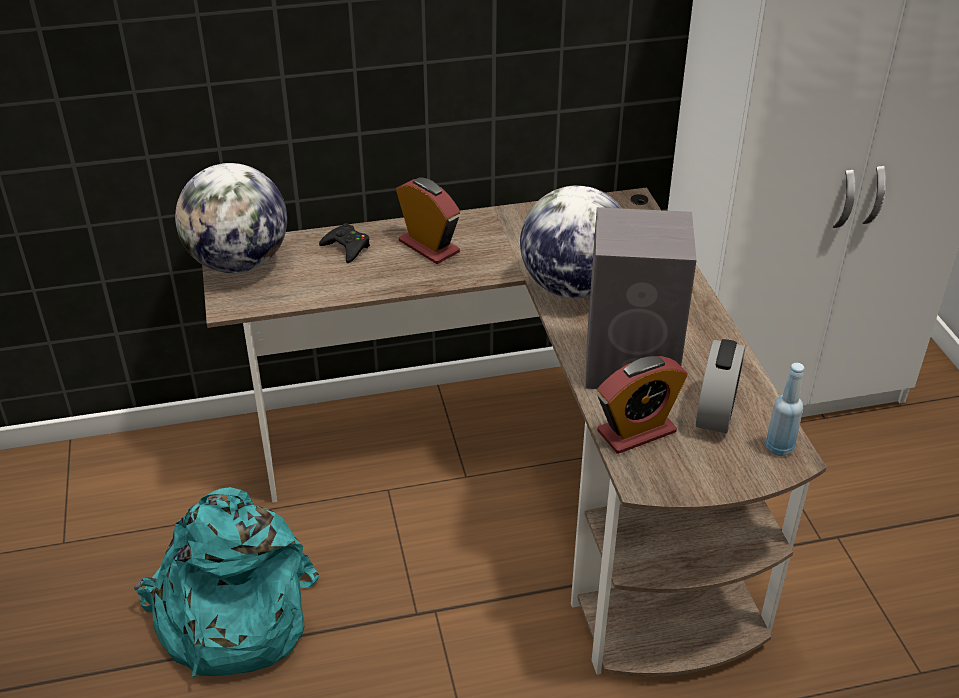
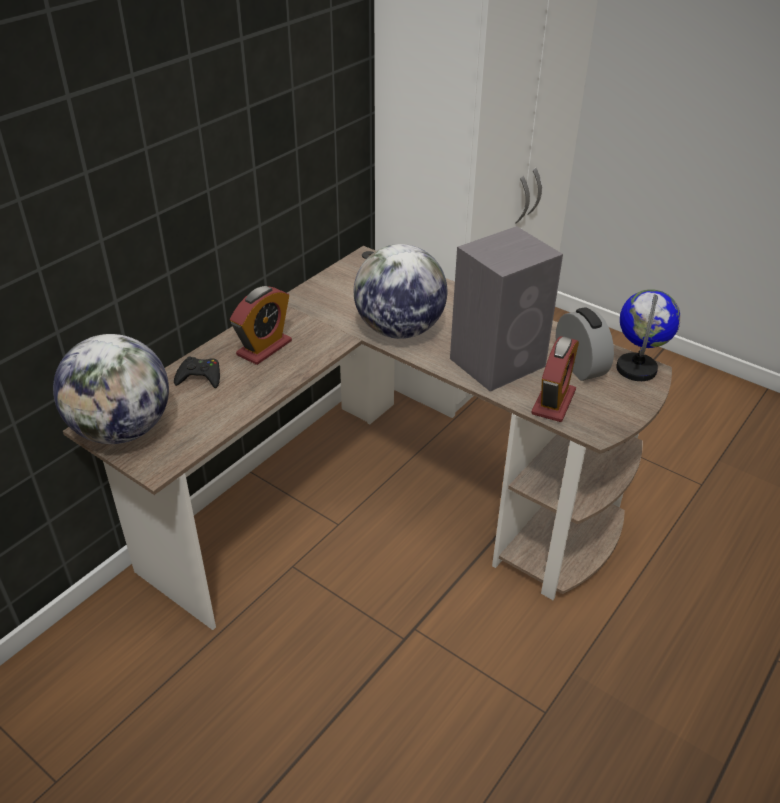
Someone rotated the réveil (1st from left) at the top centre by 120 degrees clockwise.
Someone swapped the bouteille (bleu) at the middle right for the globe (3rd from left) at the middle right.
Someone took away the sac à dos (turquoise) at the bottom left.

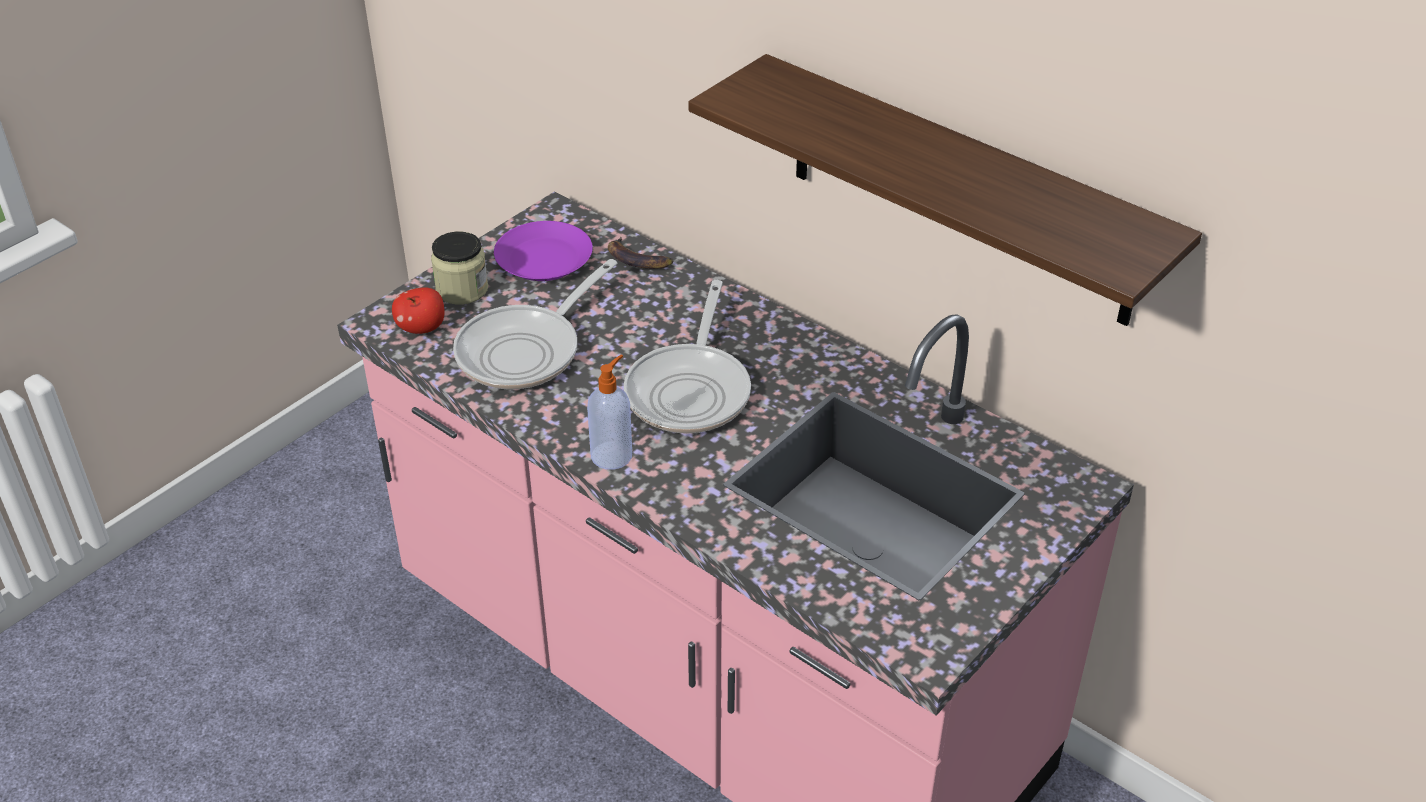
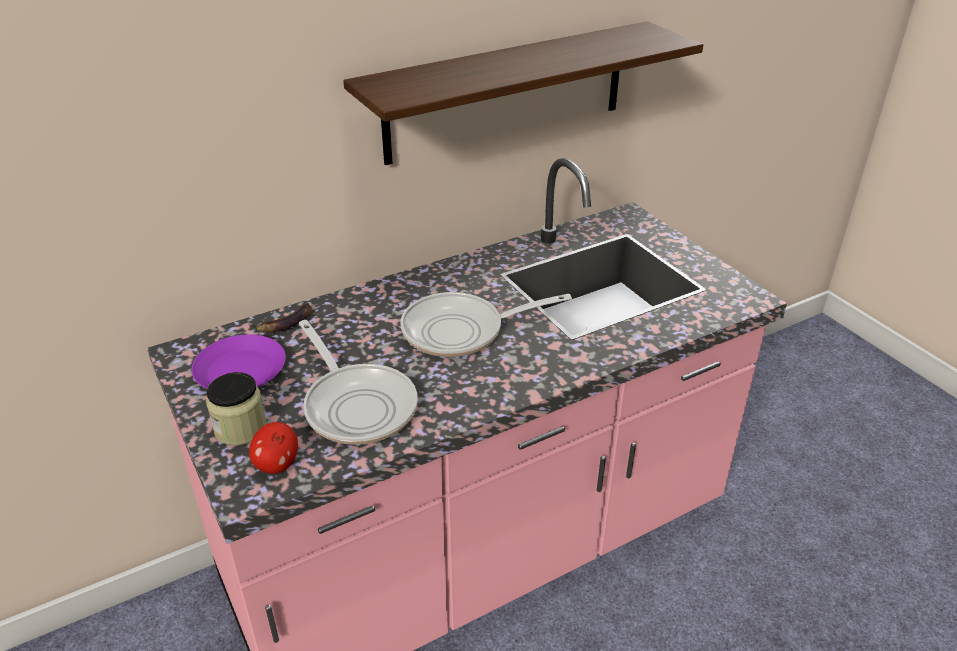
Someone rotated the poêle (2nd from left) at the centre by 135 degrees clockwise.
Someone took away the distributeur de savon at the centre.

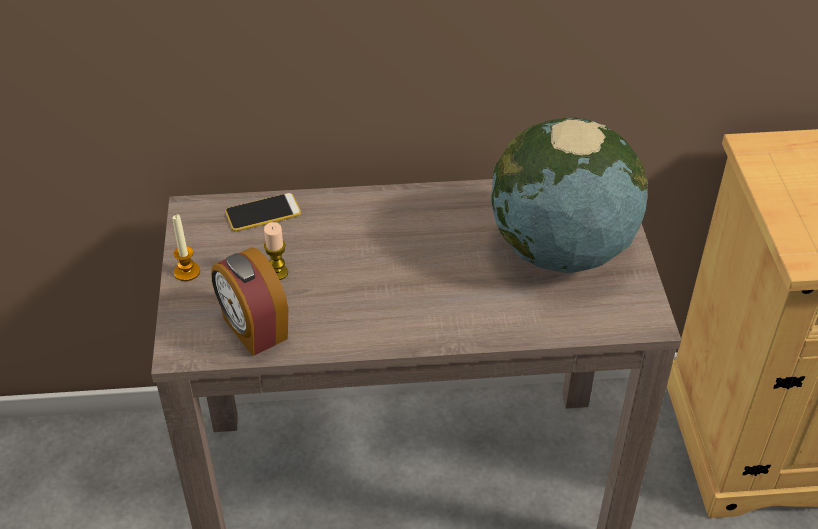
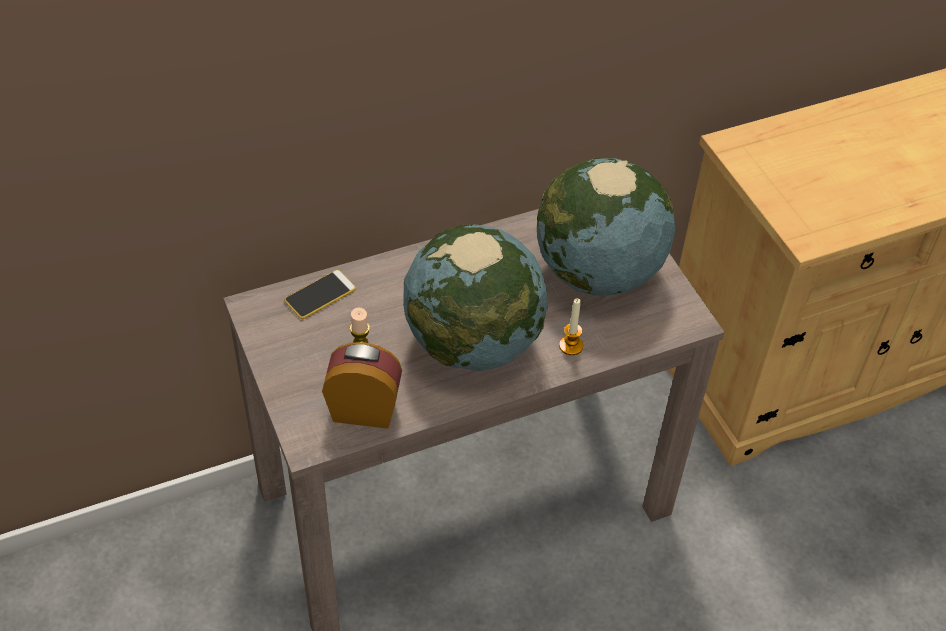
Someone carried the bougie (1st from left in the first image) from the middle left to the centre.
Someone rotated the réveil at the middle left by 150 degrees clockwise.
Someone put down the globe (1st from left) at the centre.

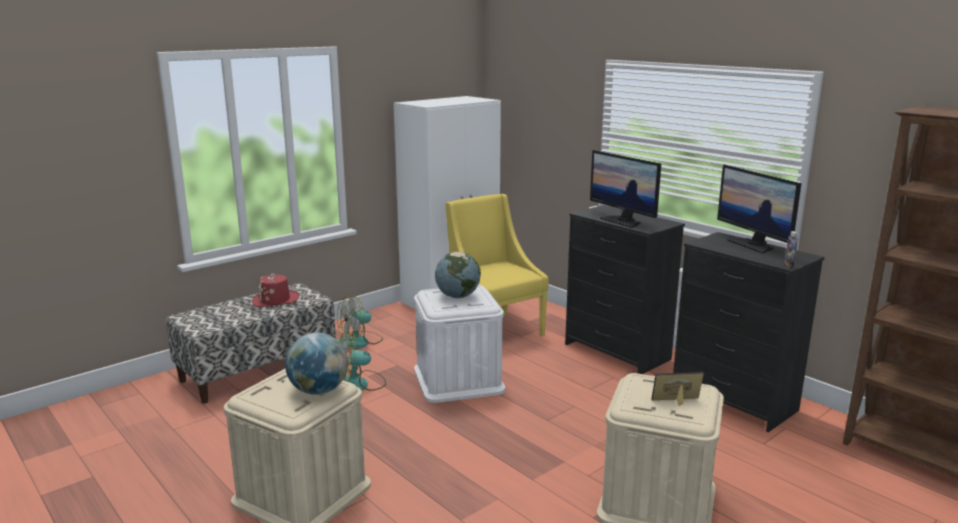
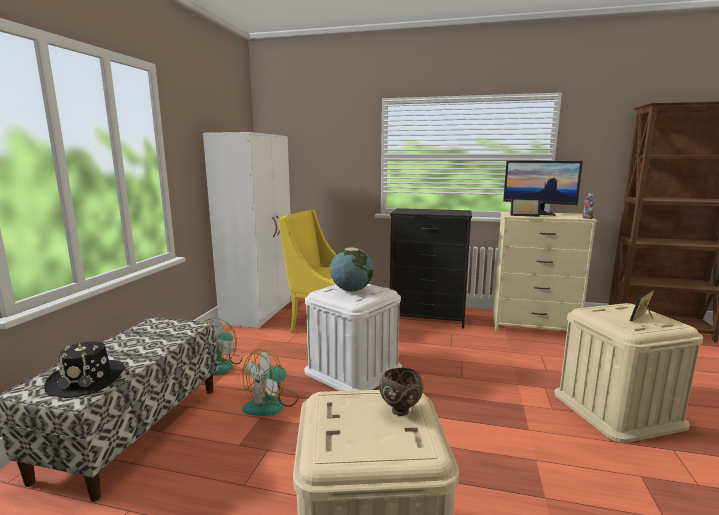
Someone took away the écran d'ordinateur (1st from left) at the centre.
Someone repainted the commode (noir) (2nd from left) at the middle right, which became the commode (beige) at the middle right.
Someone took away the chapeau (rouge) at the middle left.
Someone swapped the globe (1st from left) at the bottom left for the bol (marron) at the bottom centre.
Someone put down the cadre photo (1st from left) at the middle right.
Someone put down the chapeau (noir) at the bottom left.

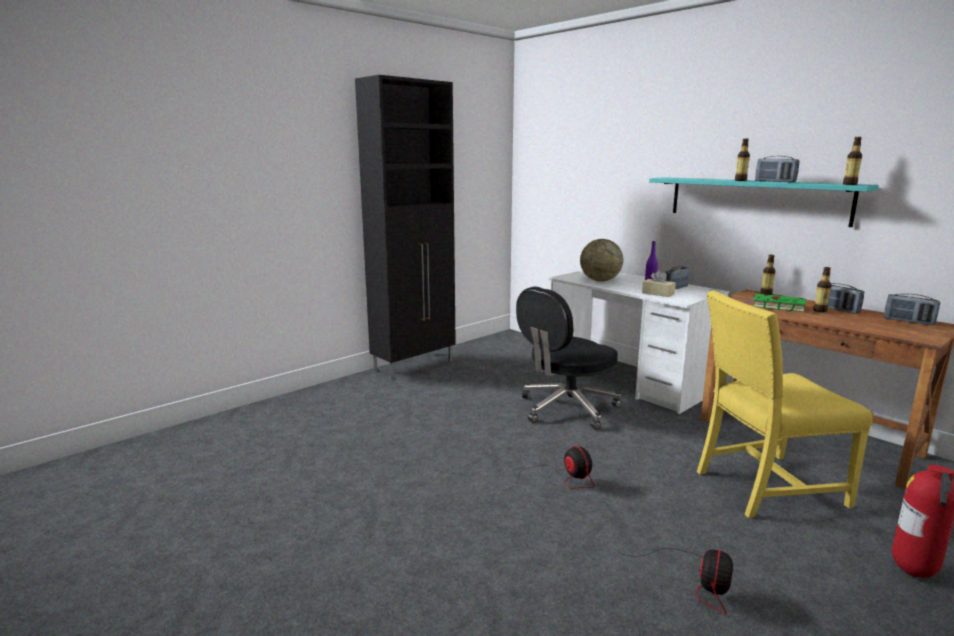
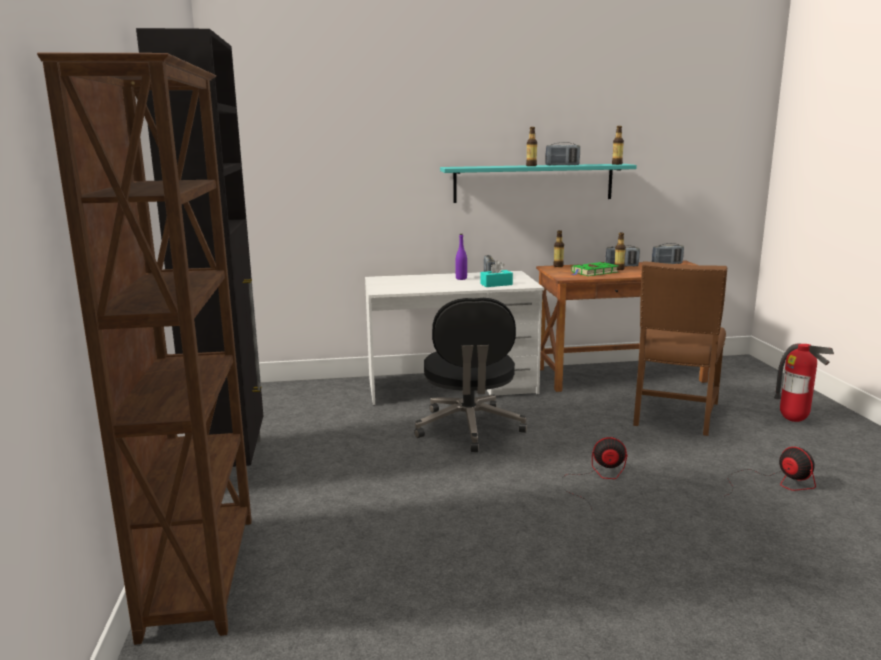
Someone took away the globe at the centre.
Someone repainted the boîte à mouchoirs (beige) at the middle right, which became the boîte à mouchoirs (turquoise) at the centre.
Someone repainted the chaise (jaune) at the middle right, which became the chaise (marron) at the middle right.
Someone put down the bibliothèque (marron) at the middle left.

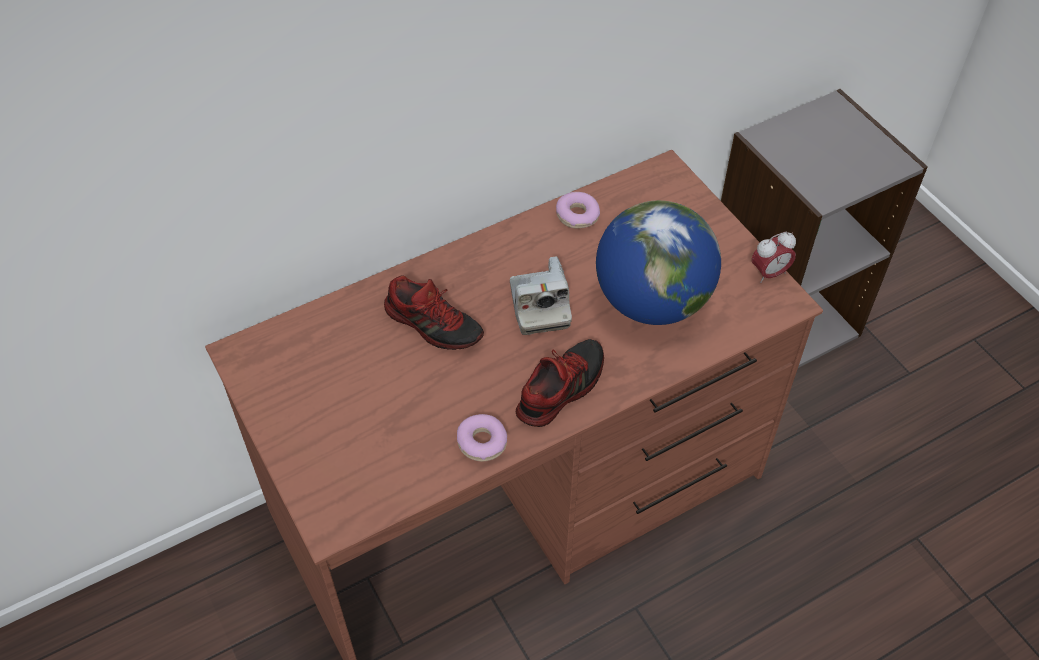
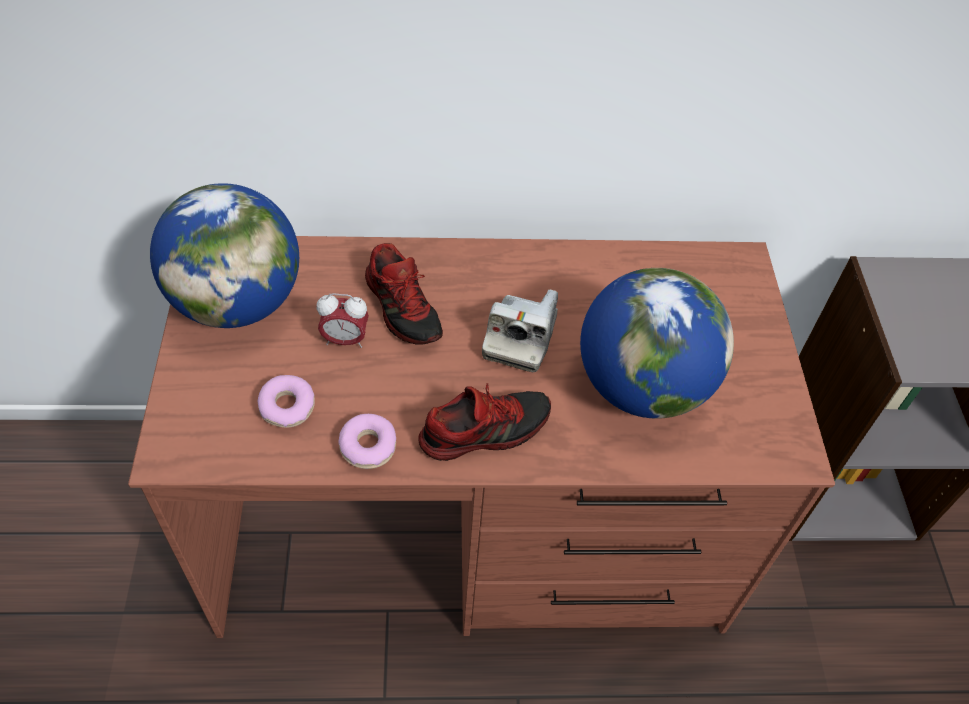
Someone carried the beignet (2nd from left in the first image) from the top centre to the middle left.
Someone carried the réveil from the middle right to the centre.
Someone put down the globe (1st from left) at the middle left.

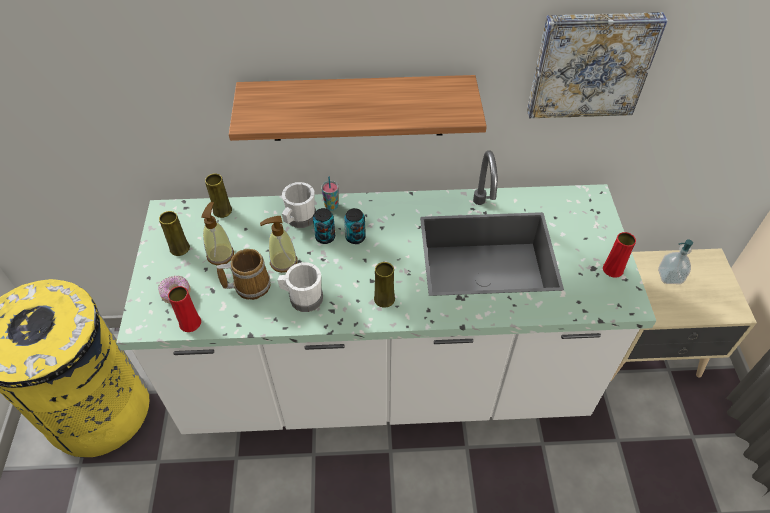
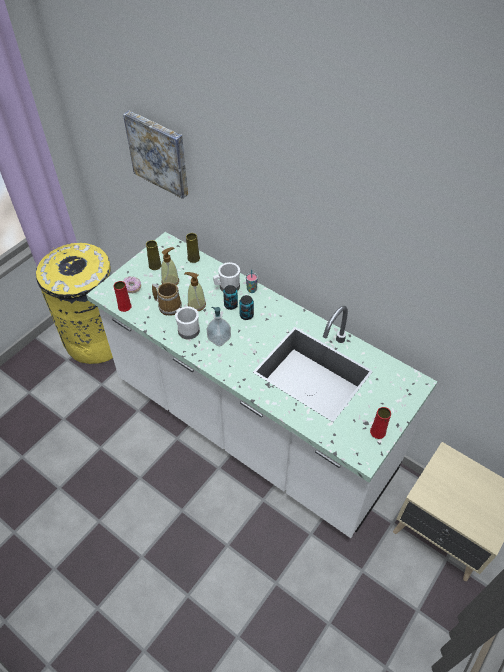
Someone carried the tableau from the top right to the top left.
Someone took away the étagère at the top centre.
Someone carried the distributeur de savon (3rd from left) from the middle right to the centre.
Someone took away the vase (jaune) (3rd from left) at the centre.

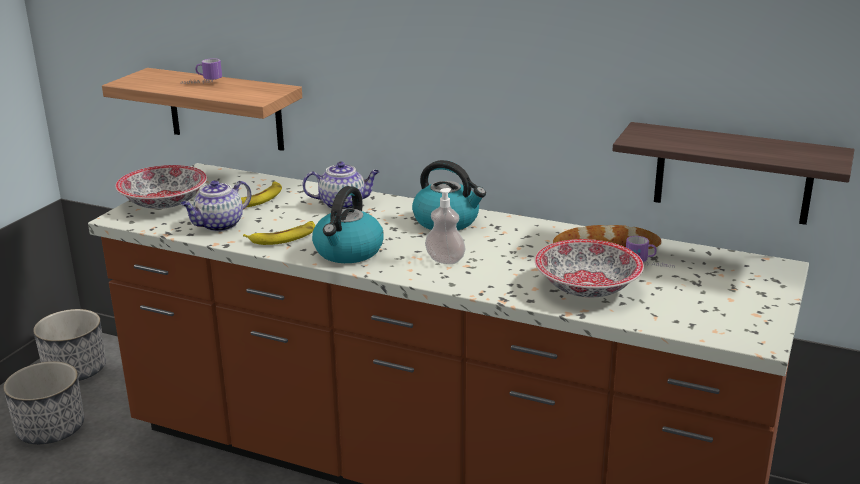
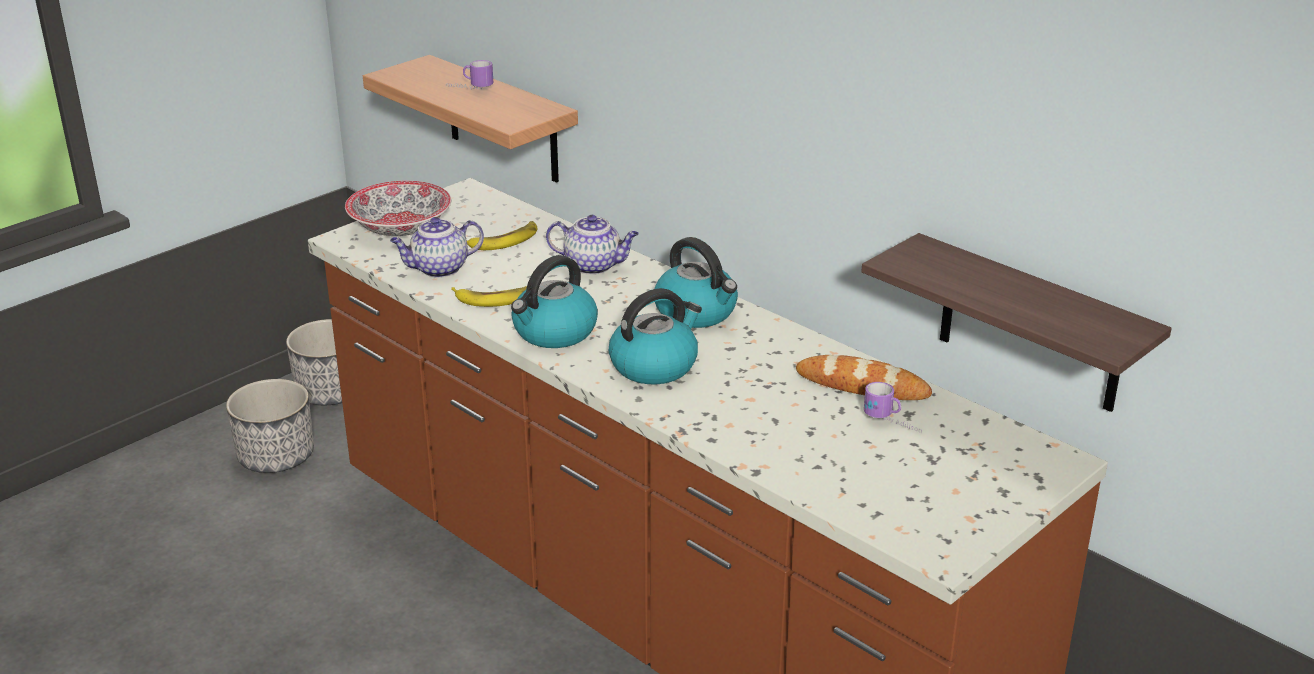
Someone swapped the distributeur de savon at the centre for the bouilloire (2nd from left) at the centre.
Someone took away the bol (2nd from left) at the middle right.

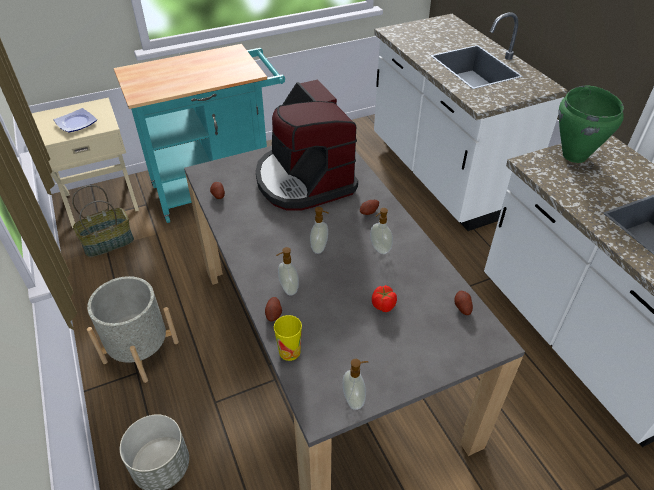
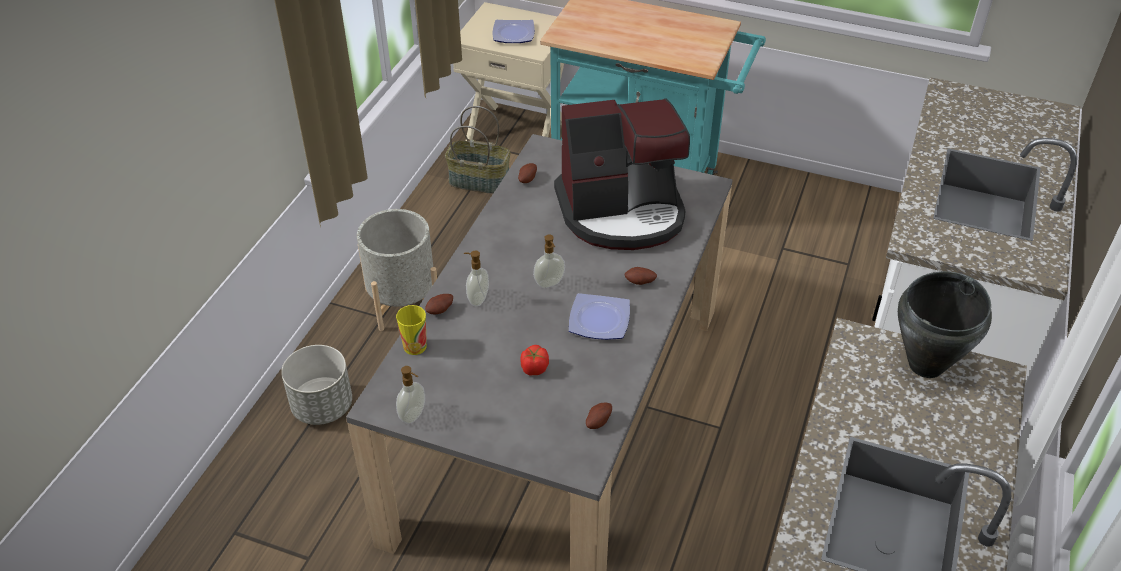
Someone rotated the machine à café at the top centre by 120 degrees counterclockwise.
Someone repainted the marmite (vert) at the top right, which became the marmite (noir) at the middle right.
Someone swapped the distributeur de savon (4th from left) at the centre for the assiette (2nd from left) at the centre.

